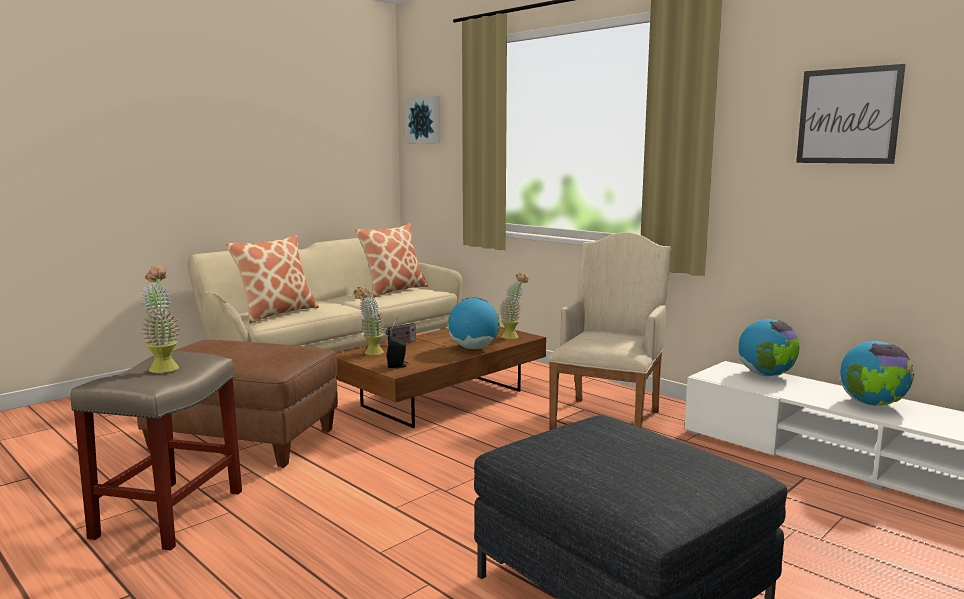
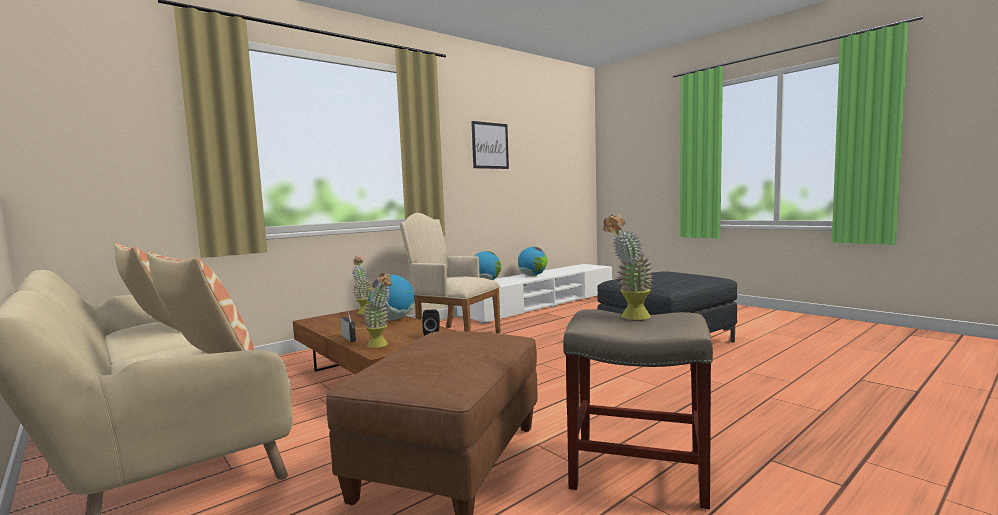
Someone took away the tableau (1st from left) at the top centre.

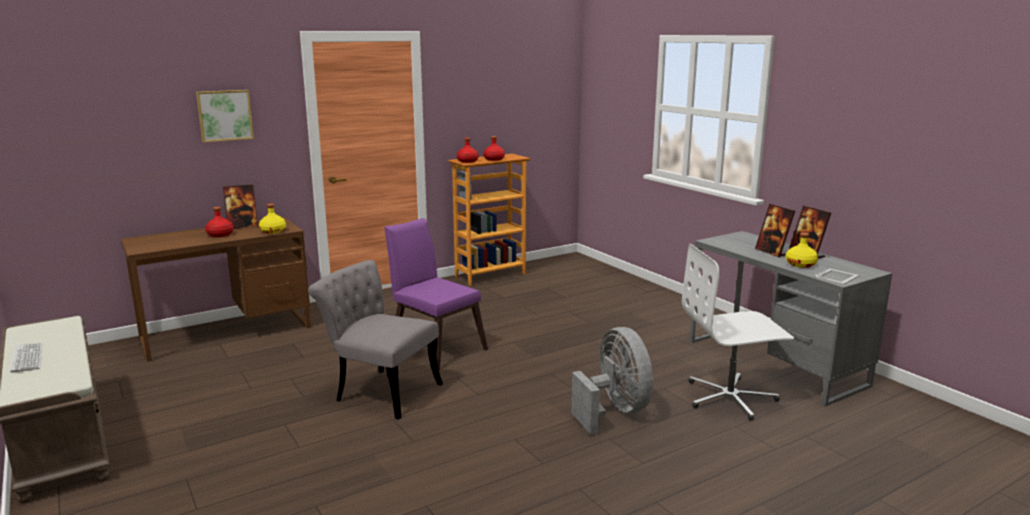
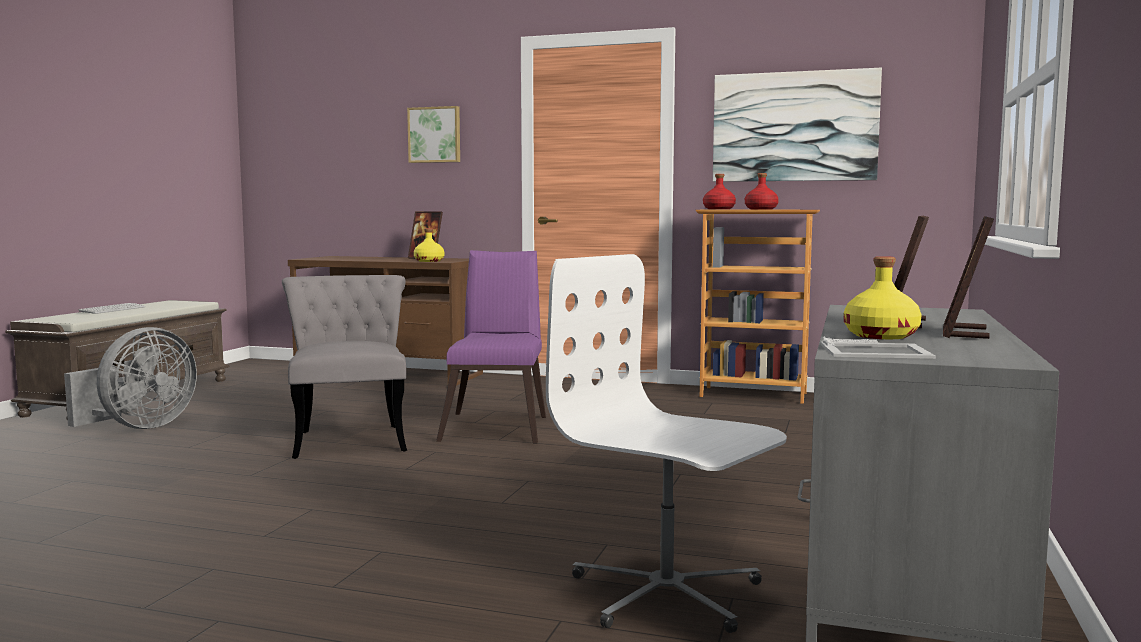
Someone took away the bouteille (rouge) (1st from left) at the middle left.
Someone carried the ventilateur (gris) from the bottom centre to the middle left.
Someone put up the tableau (2nd from left) at the top right.

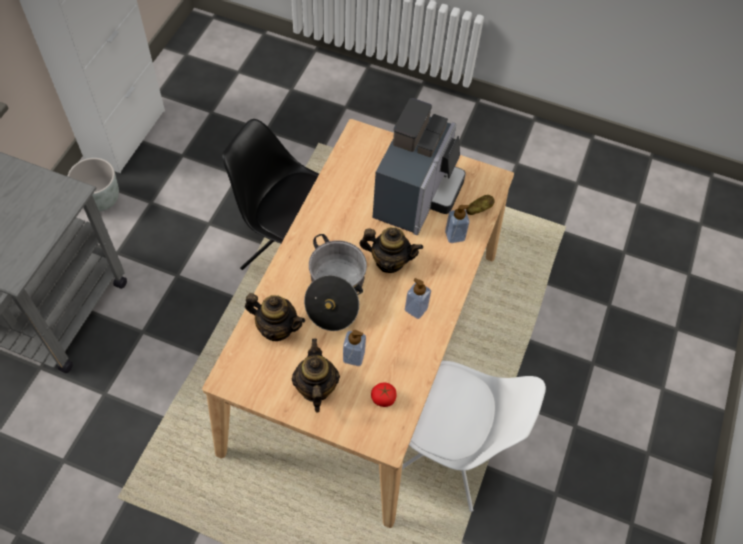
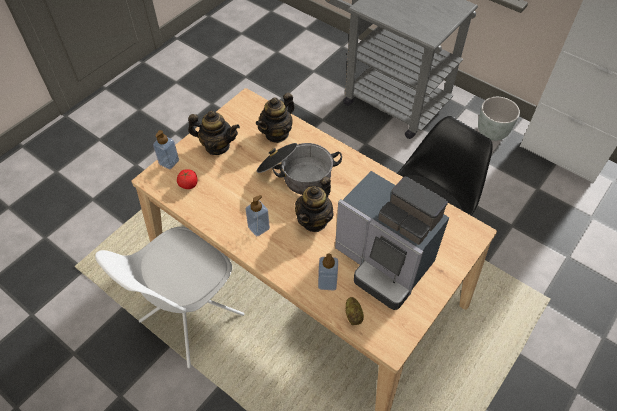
Someone carried the distributeur de savon (1st from left) from the centre to the middle left.

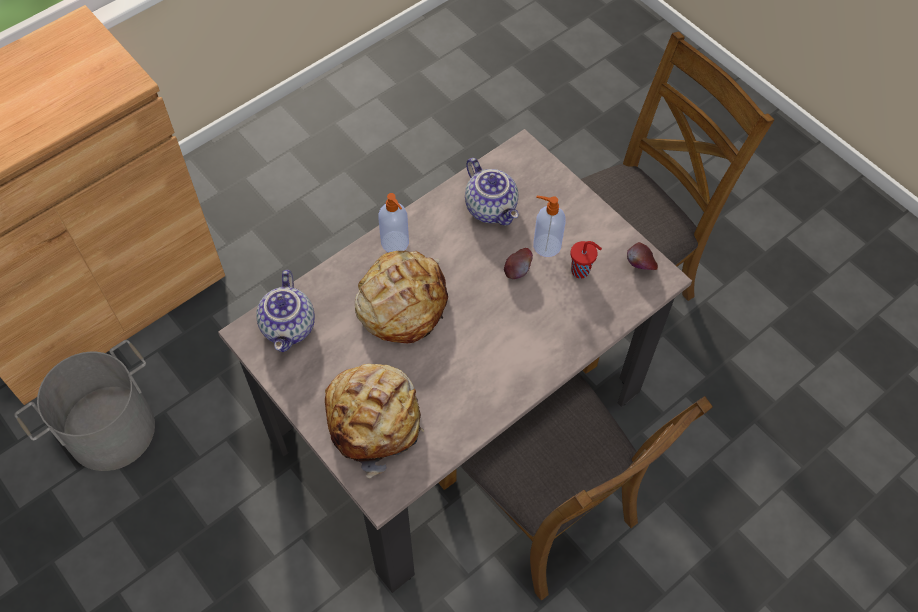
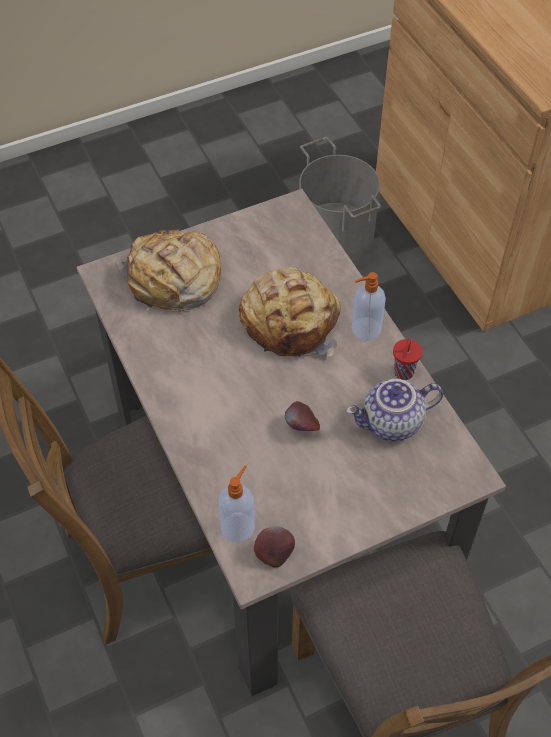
Someone carried the distributeur de savon (2nd from left in the first image) from the centre to the bottom centre.
Someone carried the tasse (rouge) from the centre to the middle right.
Someone took away the théière (1st from left) at the middle left.

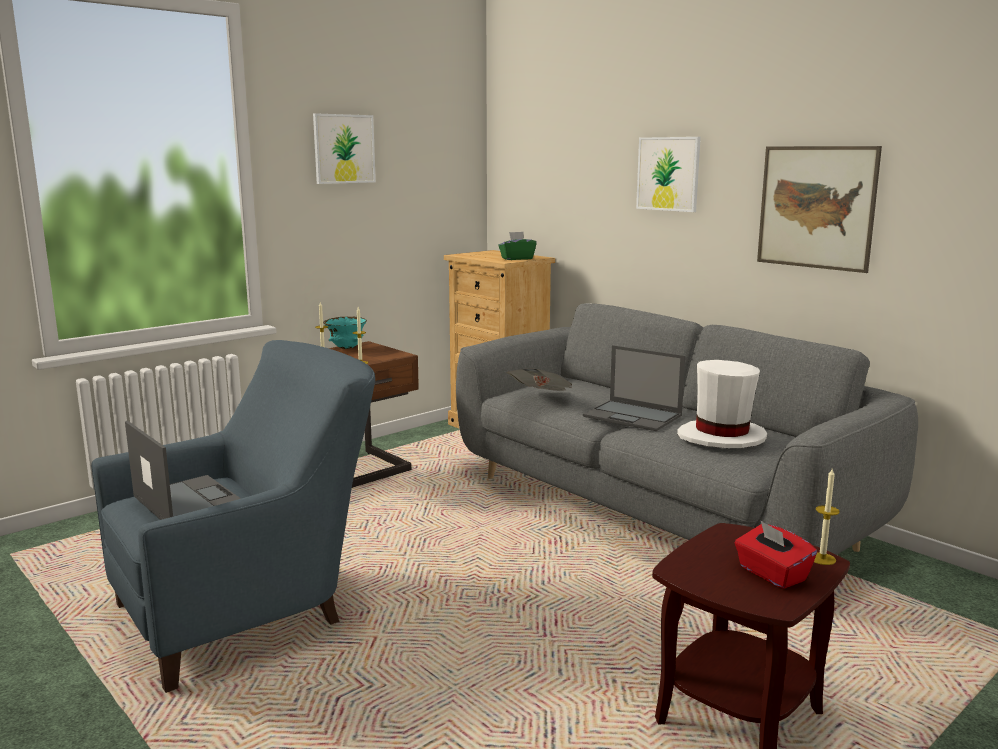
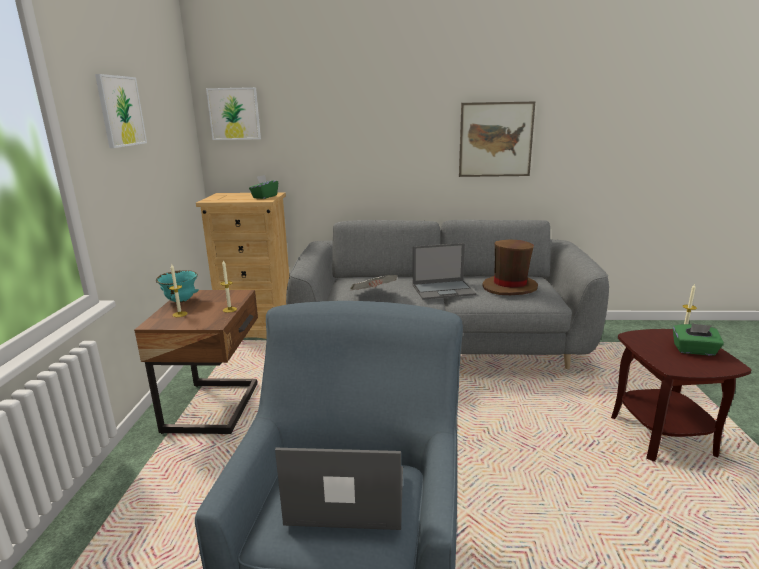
Someone carried the tableau (2nd from left) from the top right to the top left.
Someone repainted the chapeau (blanc) at the middle right, which became the chapeau (marron) at the middle right.
Someone repainted the boîte à mouchoirs (rouge) at the bottom right, which became the boîte à mouchoirs (vert) (2nd from left) at the middle right.

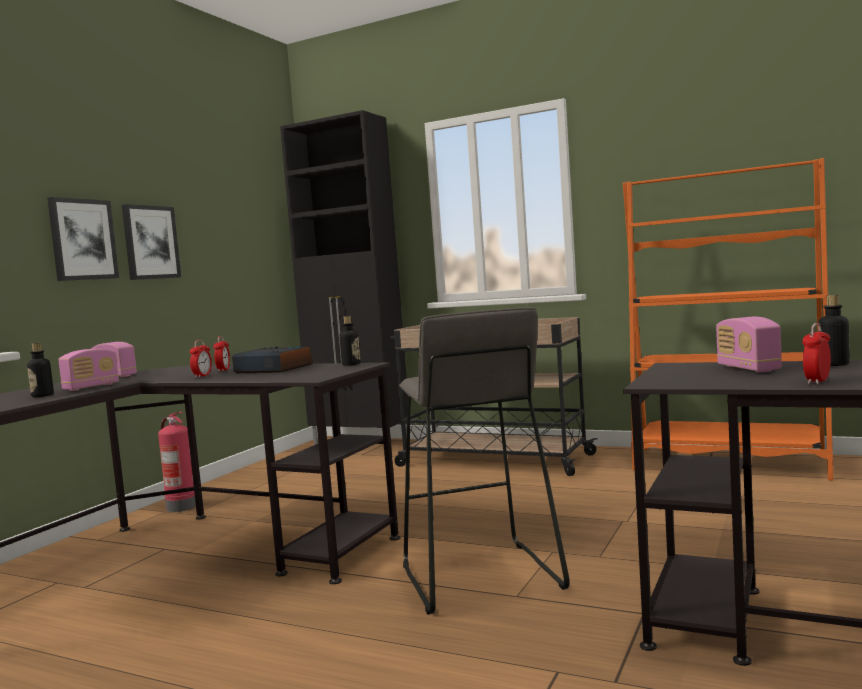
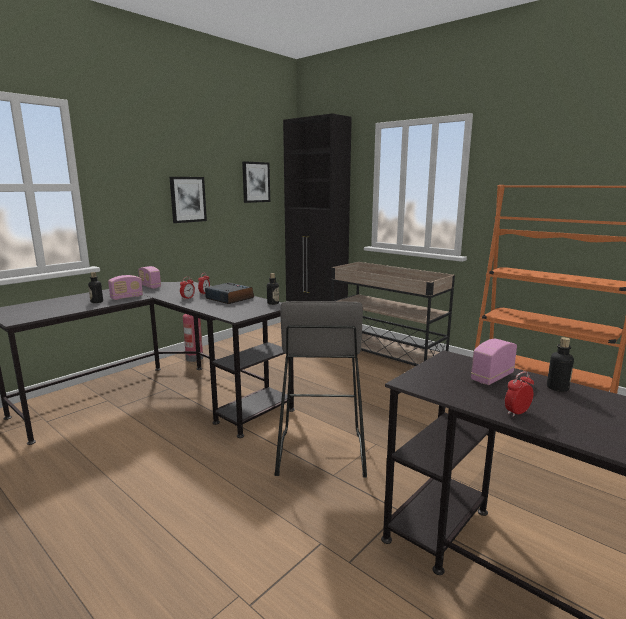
Someone carried the tableau (1st from left in the first image) from the middle left to the top centre.
Someone rotated the radio (3rd from left) at the middle right by 45 degrees clockwise.

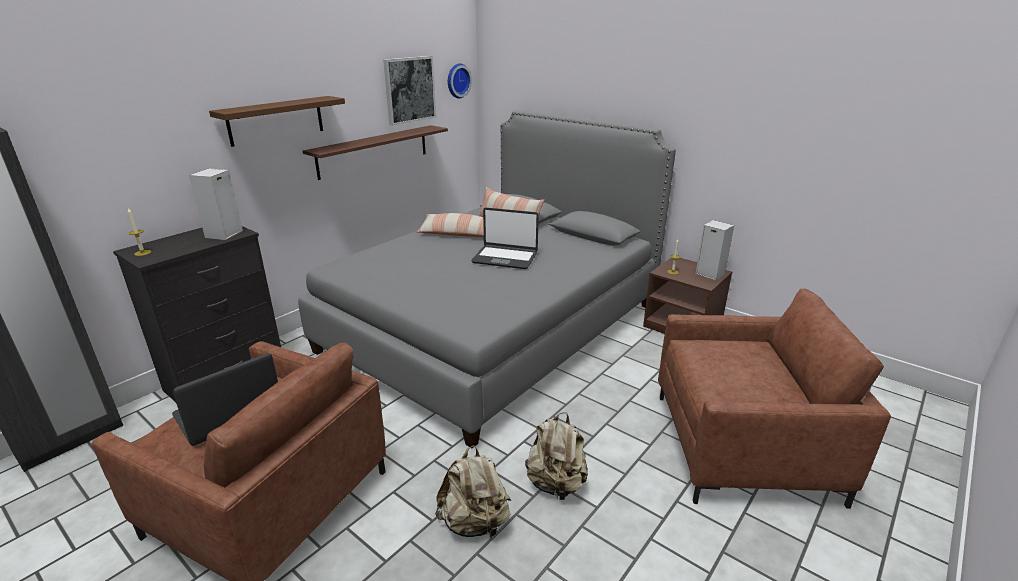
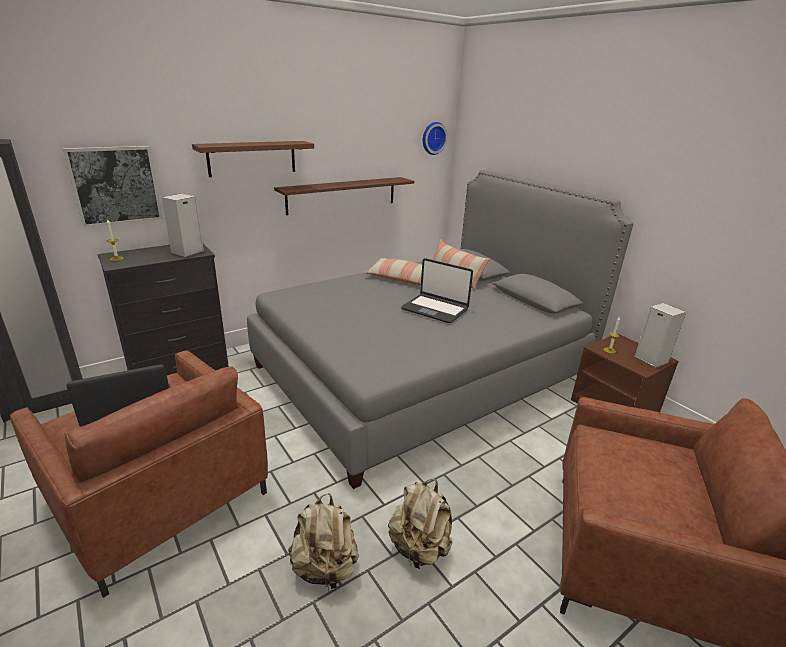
Someone carried the tableau from the top centre to the top left.

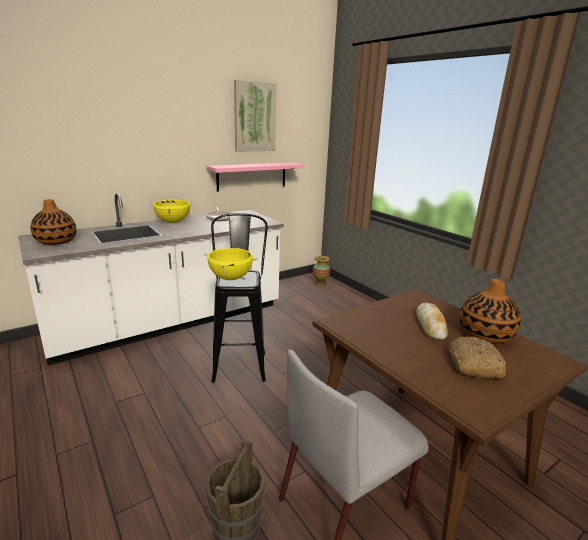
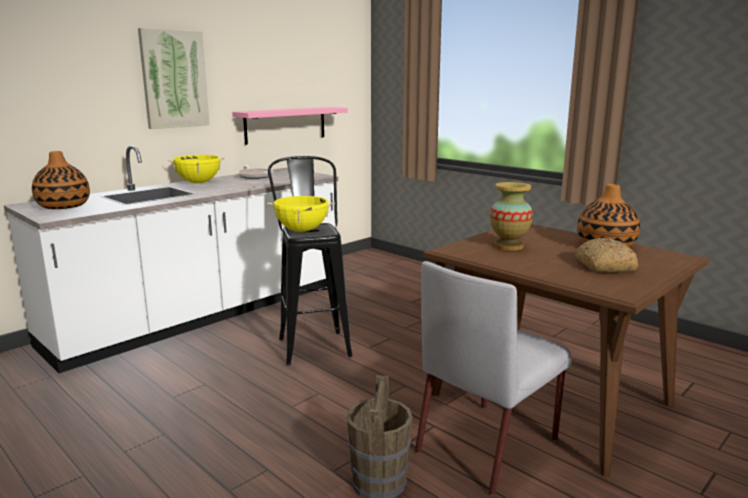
Someone carried the tableau from the top centre to the top left.
Someone carried the vase (2nd from left) from the centre to the middle right.
Someone took away the pain (1st from left) at the middle right.

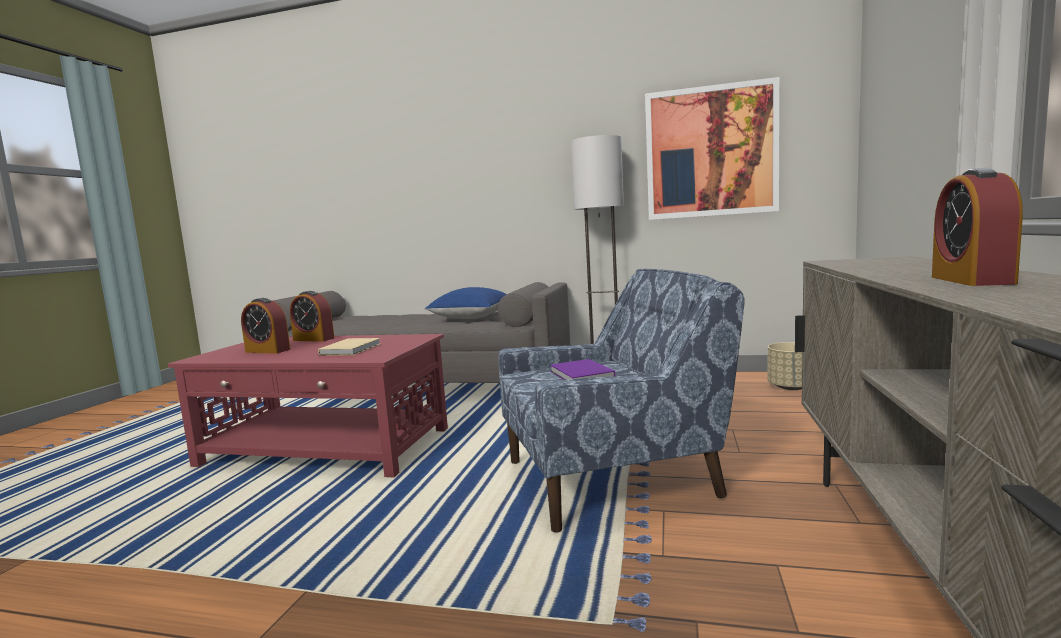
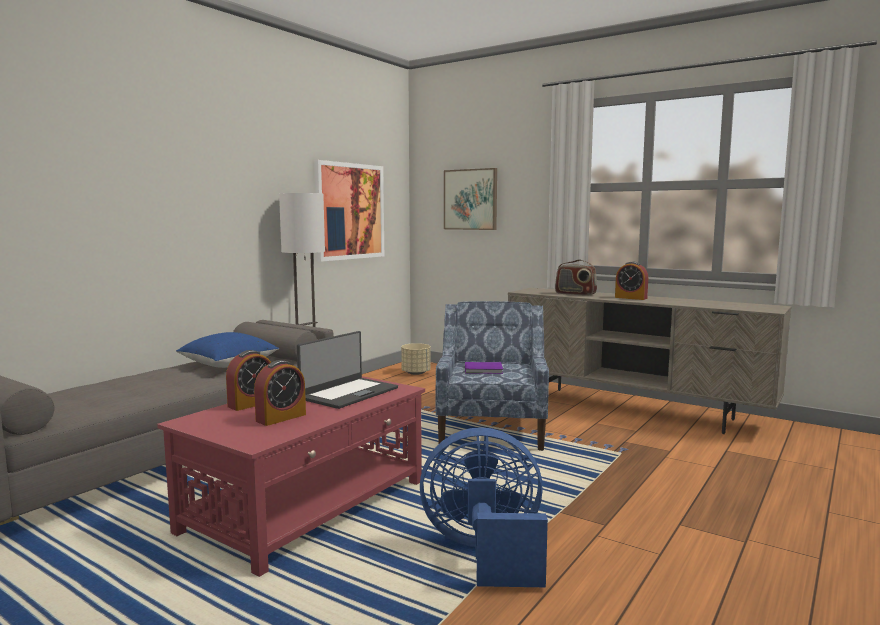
Someone swapped the livre (beige) at the middle left for the ordinateur portable at the centre.
Someone put up the tableau (2nd from left) at the top centre.
Someone put down the radio at the centre.
Someone put down the ventilateur (bleu) at the bottom centre.

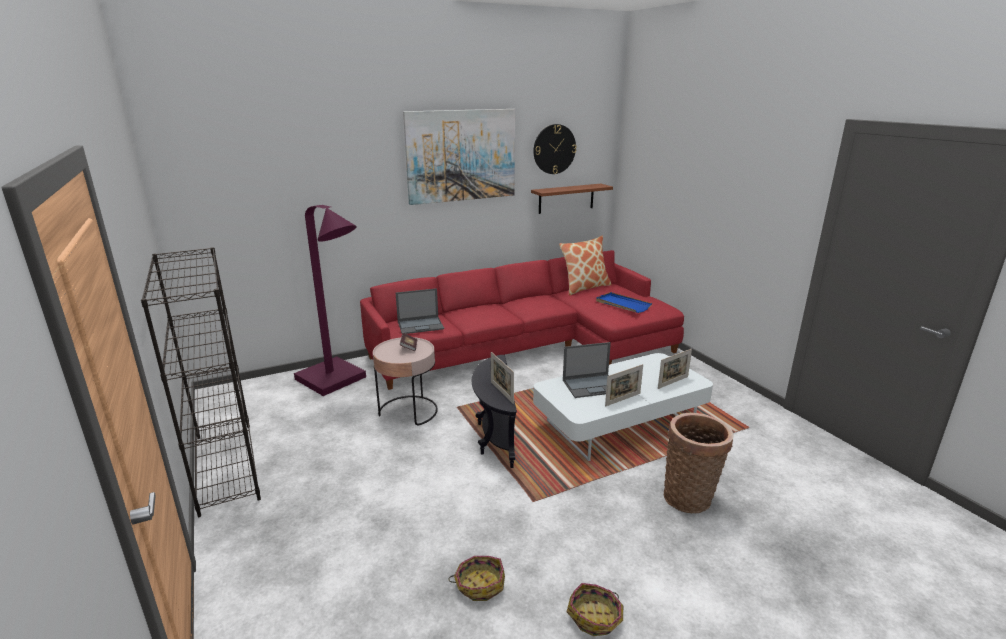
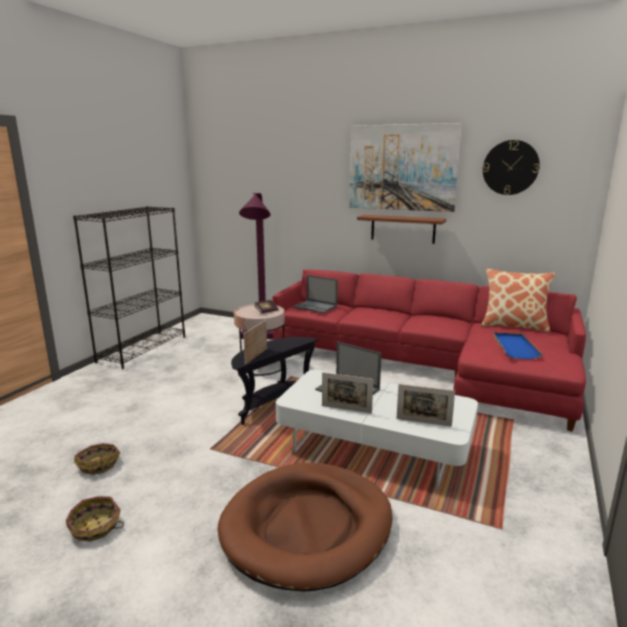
Someone carried the étagère (marron) from the top centre to the centre.
Someone swapped the panier (3rd from left) at the bottom right for the panier pour chien (marron) at the bottom centre.

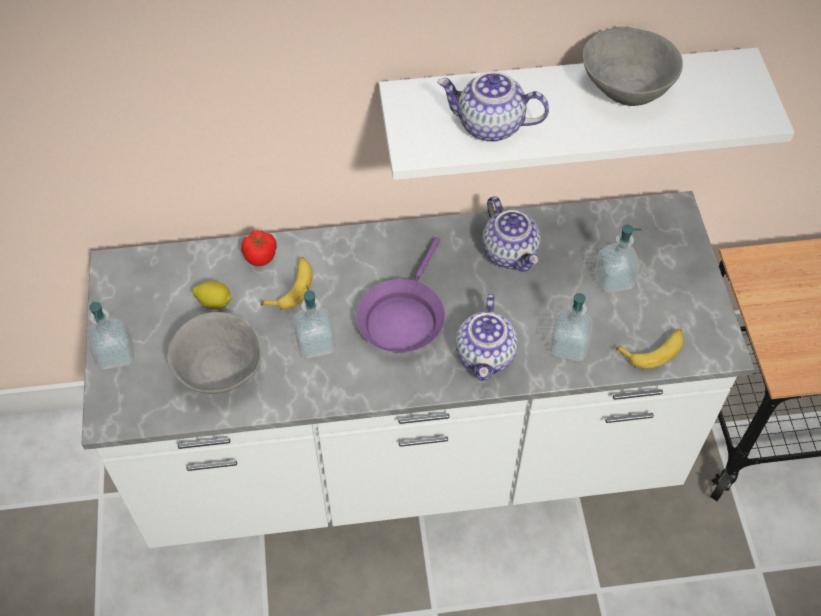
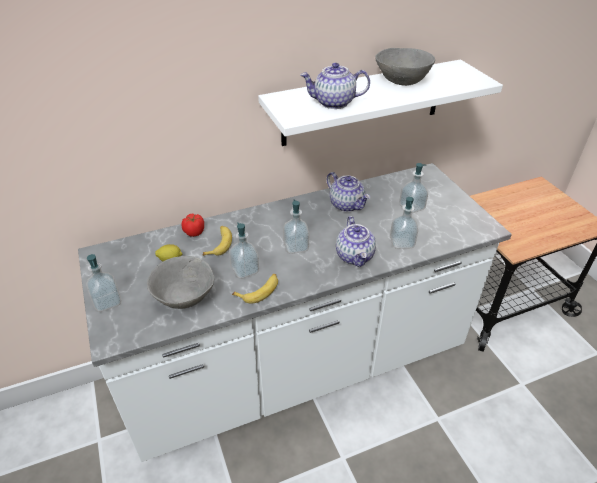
Someone swapped the poêle (violet) at the centre for the distributeur de savon (3rd from left) at the centre.
Someone carried the banane (2nd from left) from the middle right to the centre.

